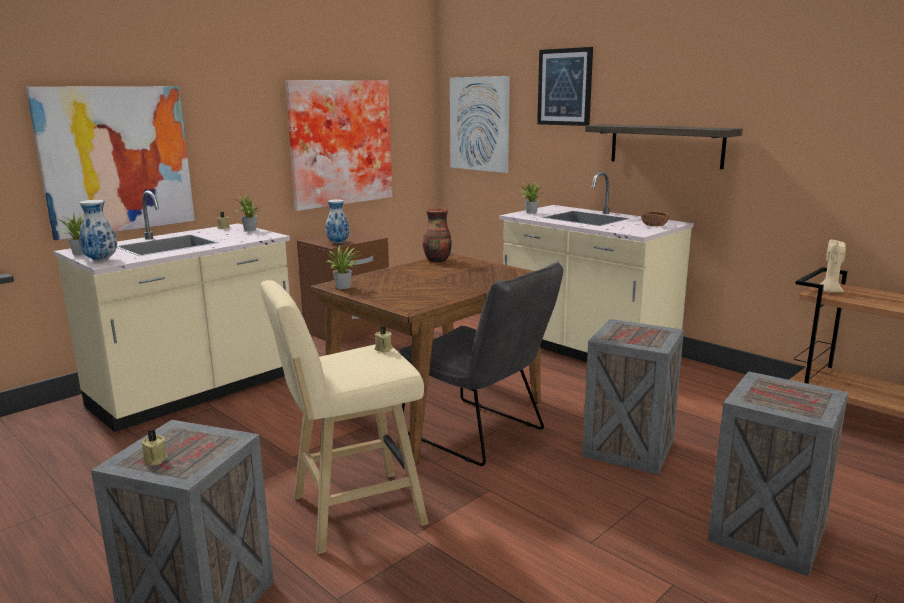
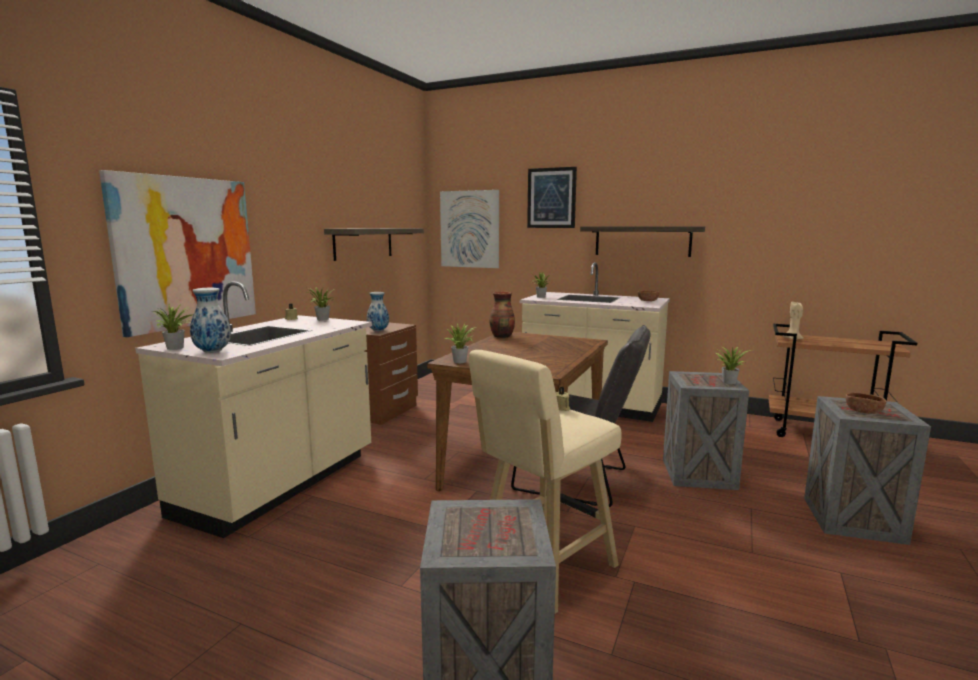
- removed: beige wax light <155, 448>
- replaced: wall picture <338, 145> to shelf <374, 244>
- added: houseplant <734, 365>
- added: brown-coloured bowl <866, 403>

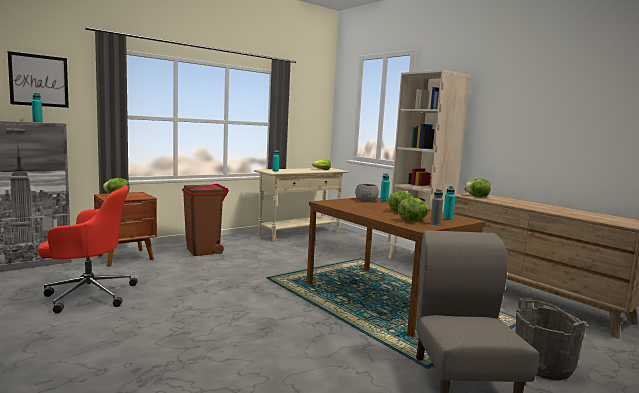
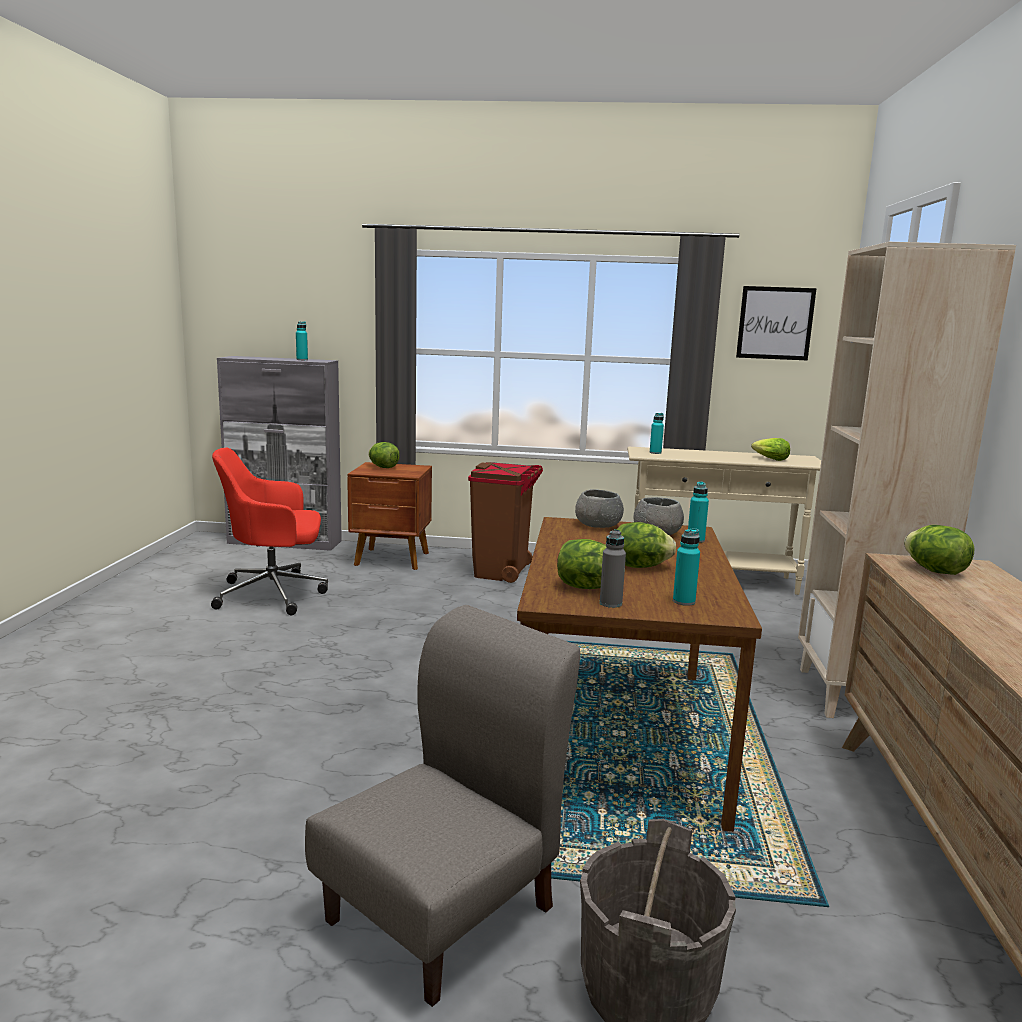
- moved: wall picture <38, 79> to <776, 323>
- turned: red-coloured computer chair <88, 249> = <269, 531> 135 degrees clockwise
- added: grey bowl <599, 508>

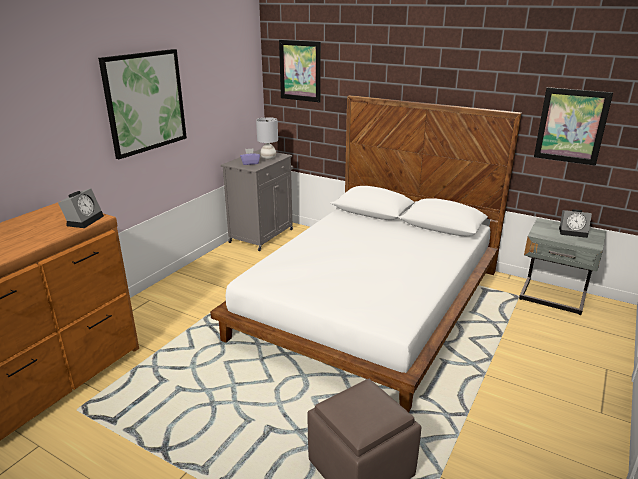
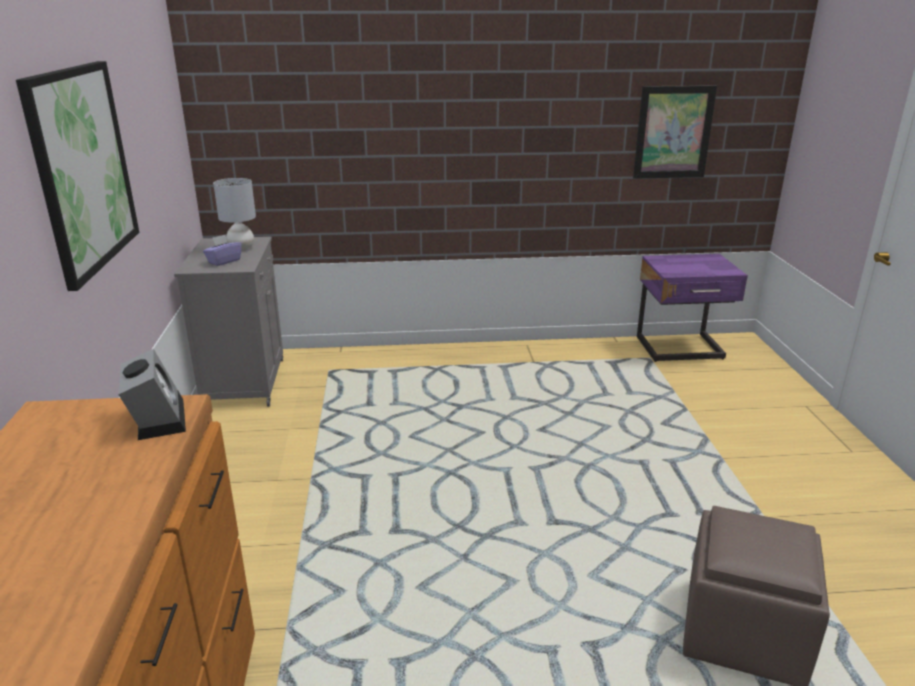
- removed: white bed <366, 253>
- removed: wall picture <300, 71>
- recoloured: grey nightstand <562, 266> to purple nightstand <692, 308>
- removed: alarm clock <575, 223>

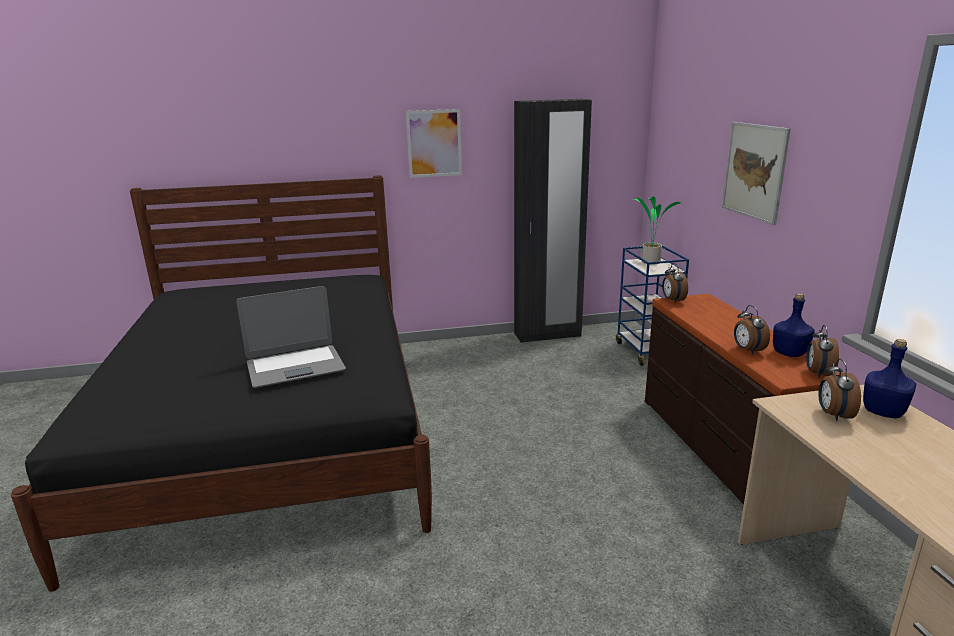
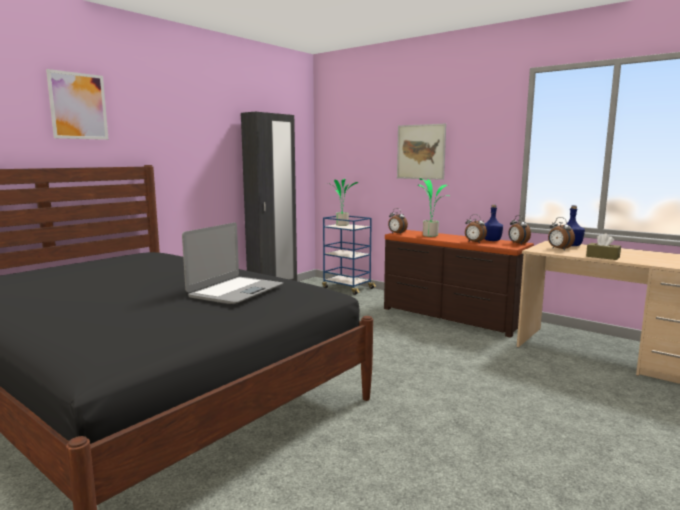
- moved: wall picture <434, 143> to <77, 104>
- added: houseplant <433, 207>
- added: brown-coloured tissue holder <603, 246>

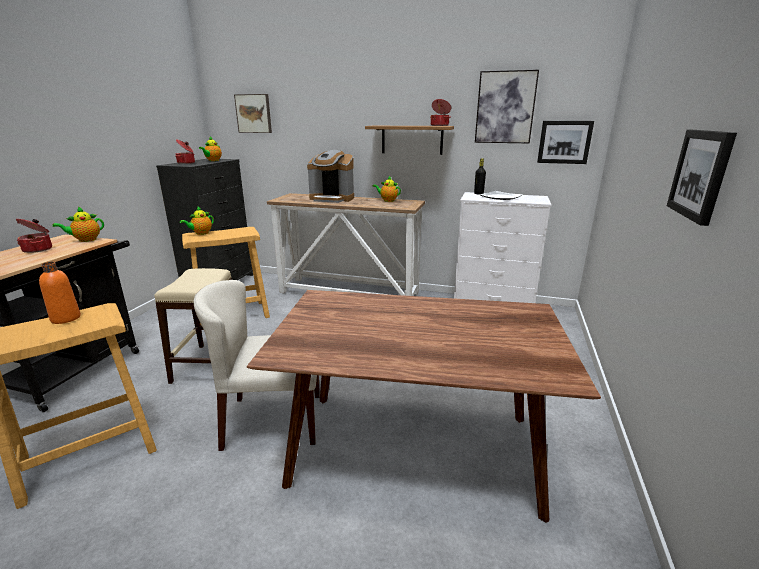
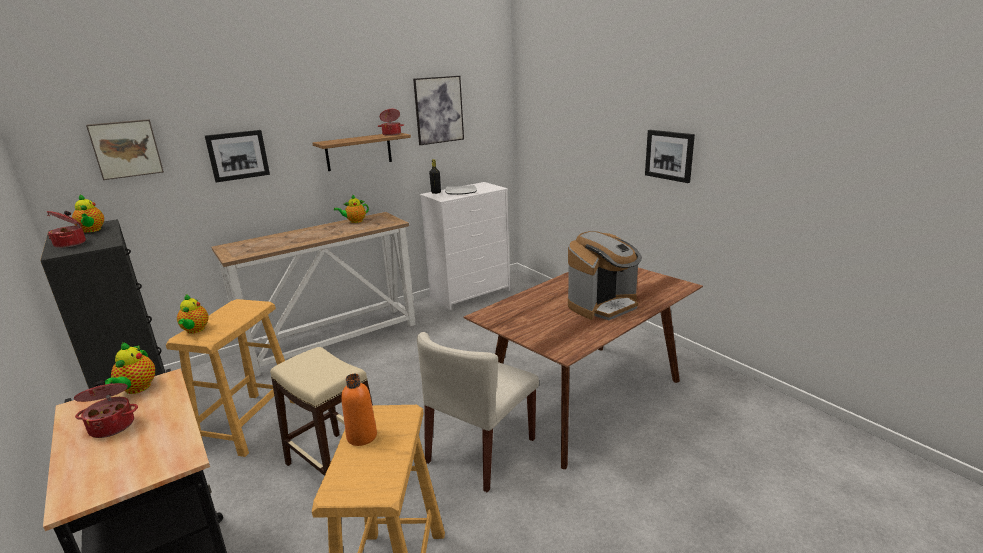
- moved: coffee machine <330, 176> to <605, 275>
- moved: wall picture <565, 142> to <237, 156>

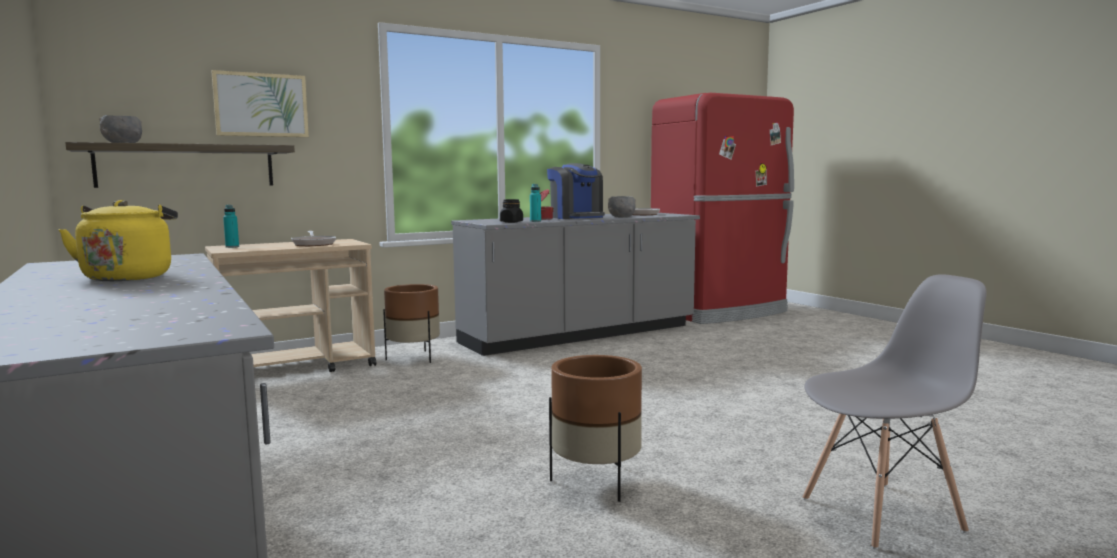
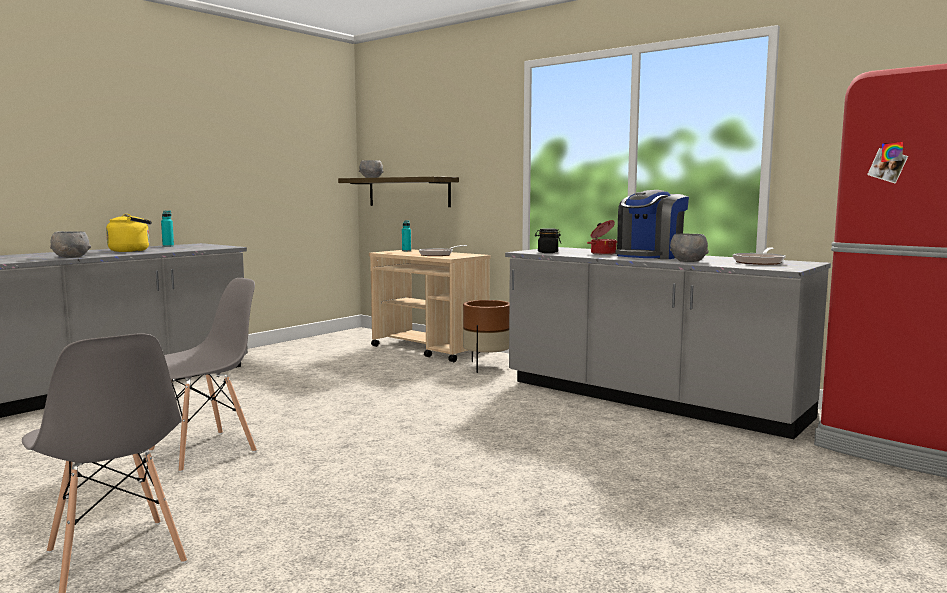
- removed: wall picture <260, 103>
- moved: turquoise-coloured drink bottle <535, 203> to <167, 228>
- replaced: brown-coloured plant pot <595, 428> to grey plain chair <203, 375>
- added: grey bowl <70, 244>

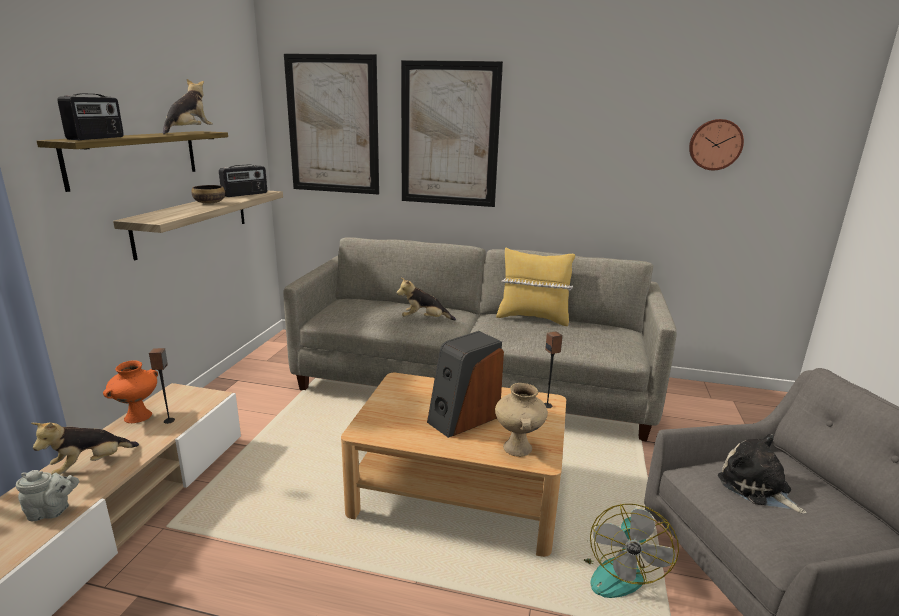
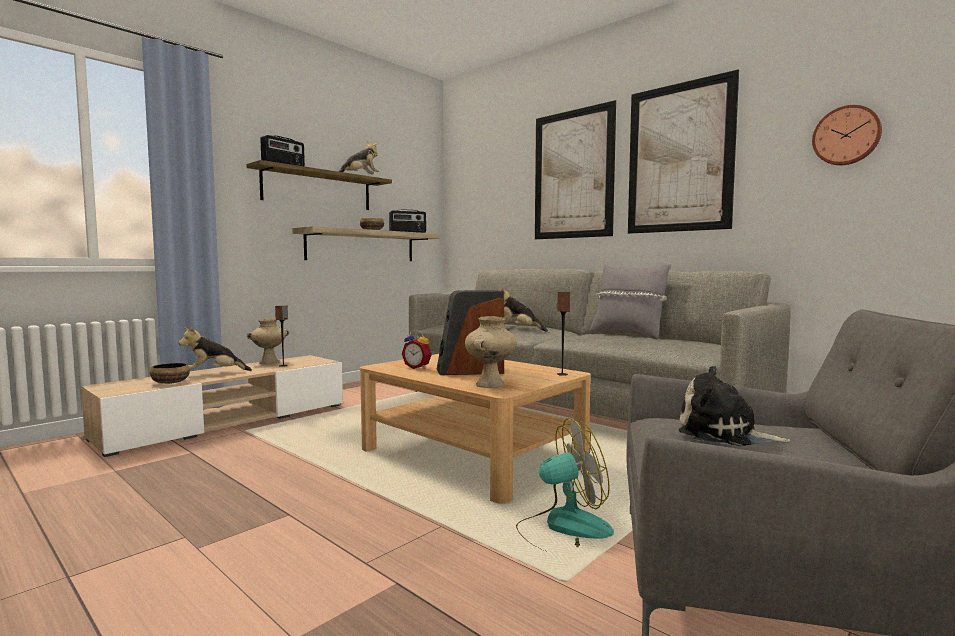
- replaced: grey tea pot <47, 495> to bowl <170, 373>
- recoloured: orange flower vase <130, 391> to beige flower vase <268, 341>
- moved: wall picture <331, 124> to <683, 151>
- recoloured: yellow-coloured pillow <535, 287> to grey pillow <630, 301>
- turned: electric fan <631, 551> = <565, 484> 150 degrees counterclockwise
- turned: plush toy <762, 474> = <734, 406> 60 degrees counterclockwise
- added: alarm clock <417, 349>

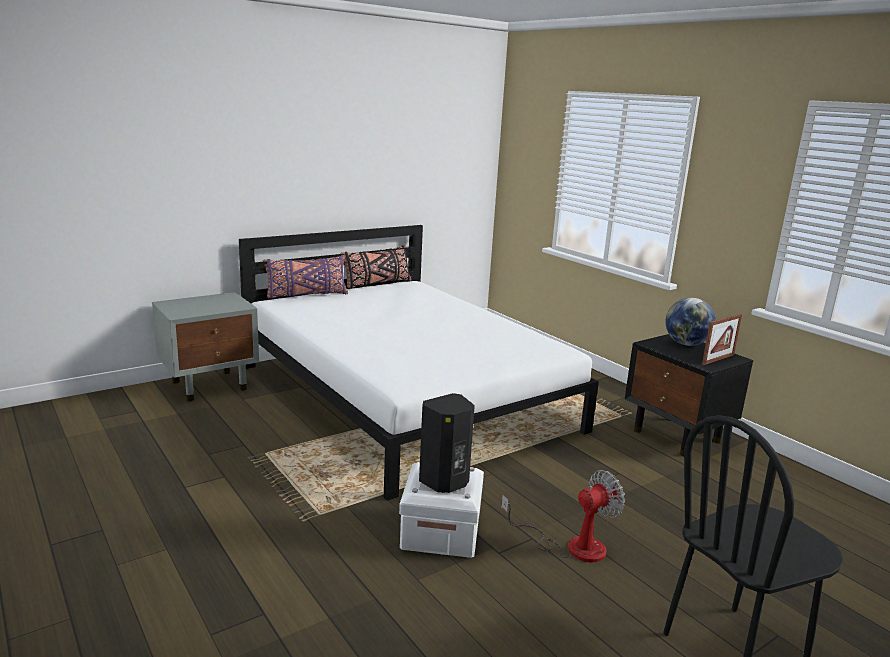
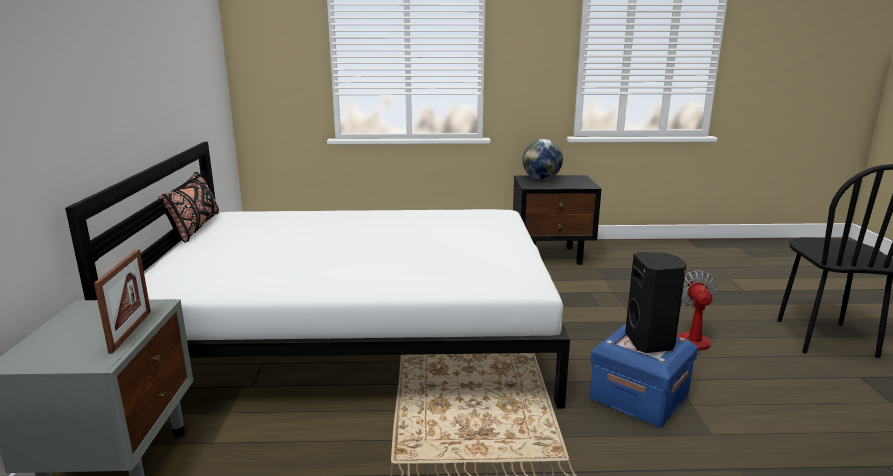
- removed: purple pillow <305, 277>
- recoloured: white storage box <441, 510> to blue-coloured storage box <644, 375>
- moved: picture frame <722, 339> to <122, 301>

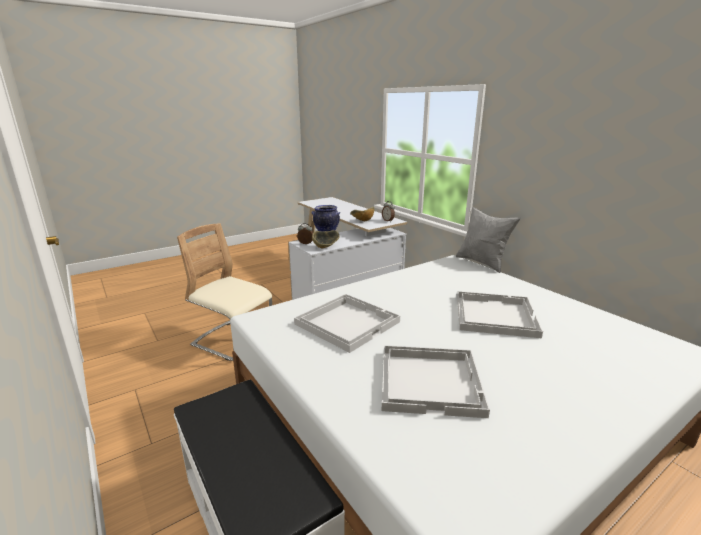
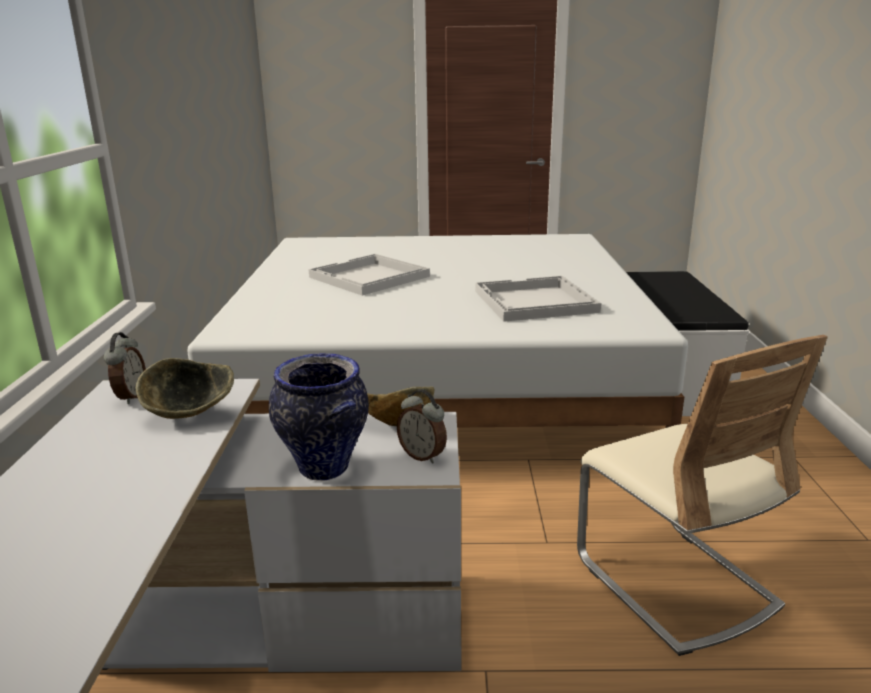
- removed: white tray <436, 381>
- removed: grey pillow <488, 240>

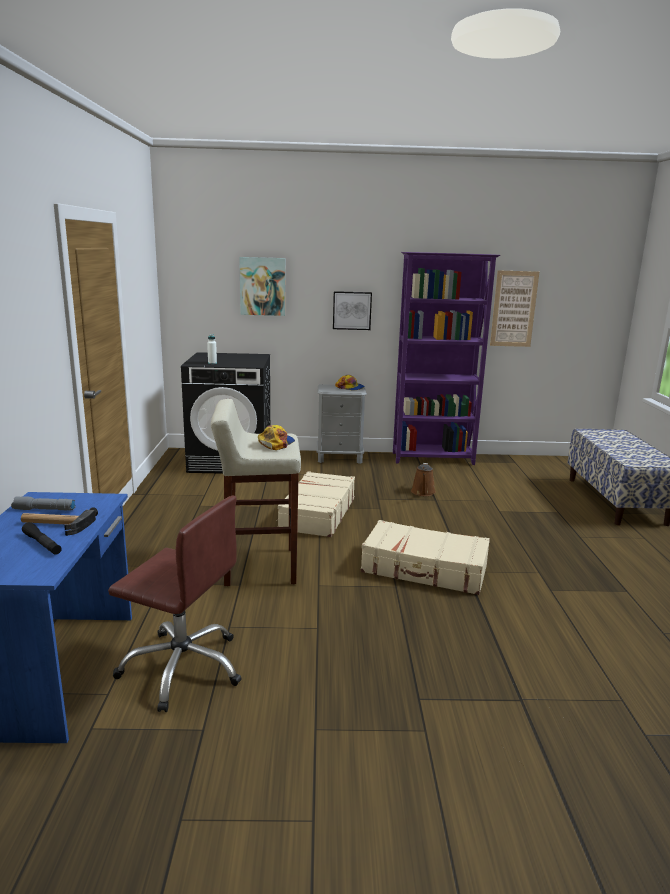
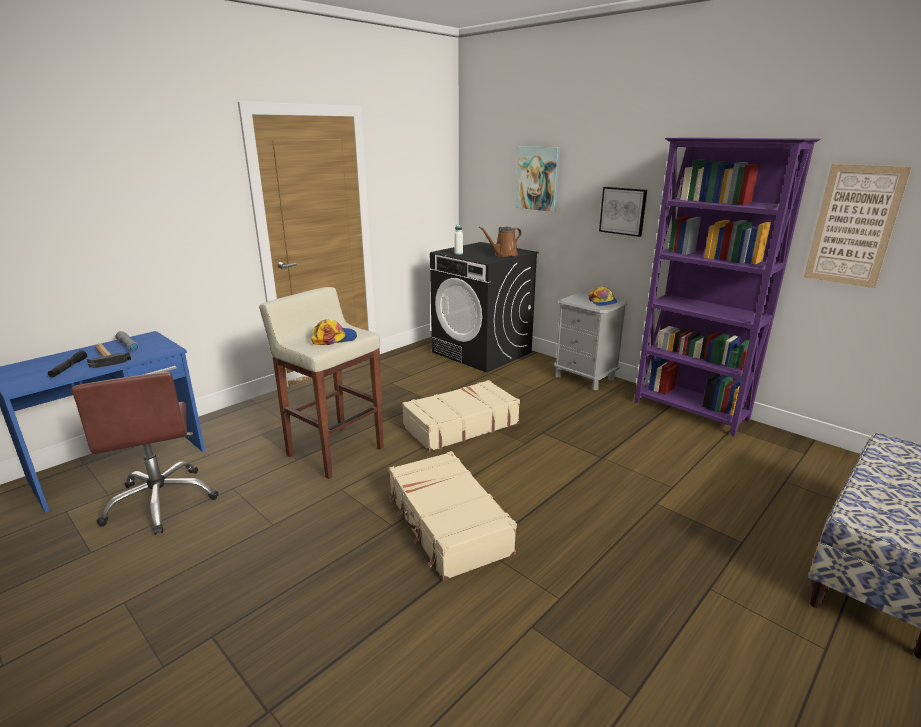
- moved: brown-coloured watering pot <423, 479> to <500, 242>

